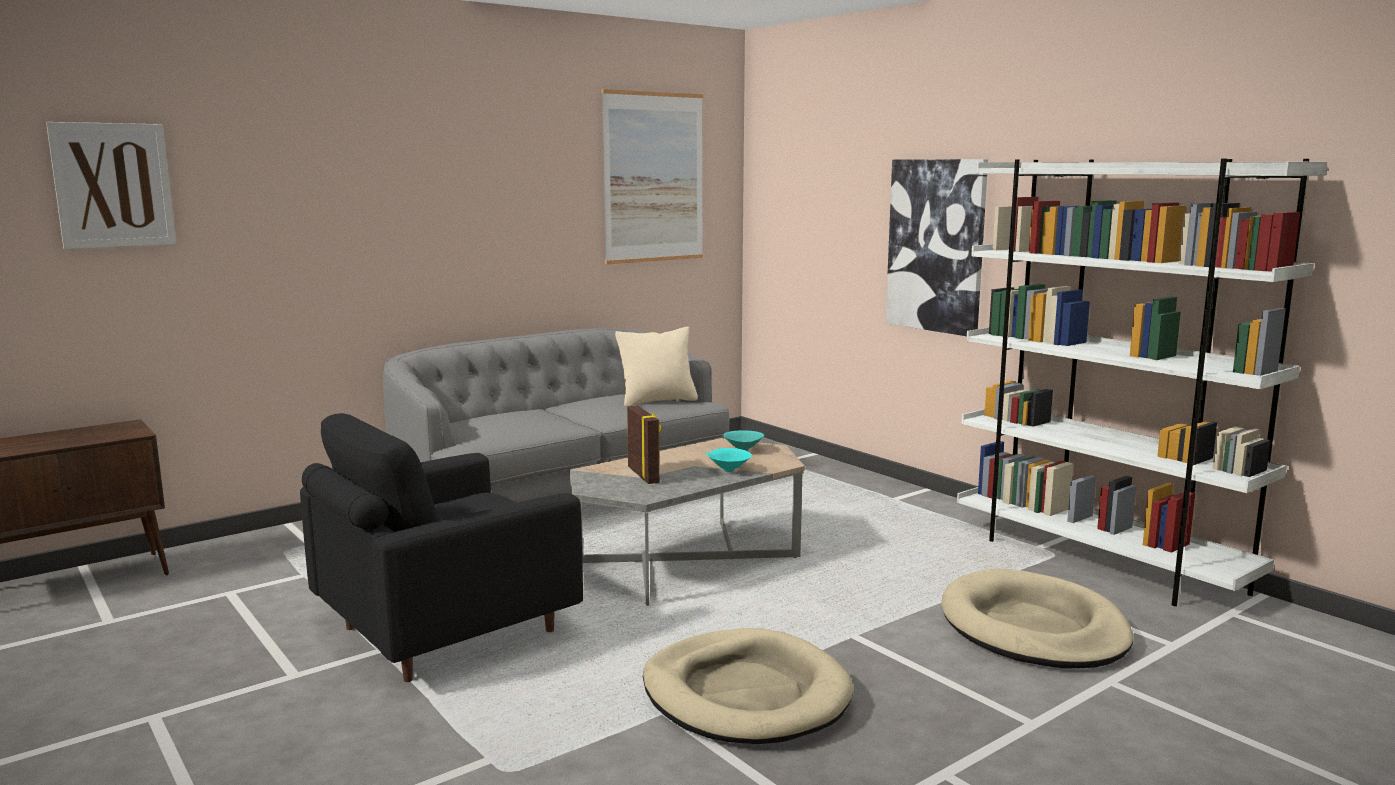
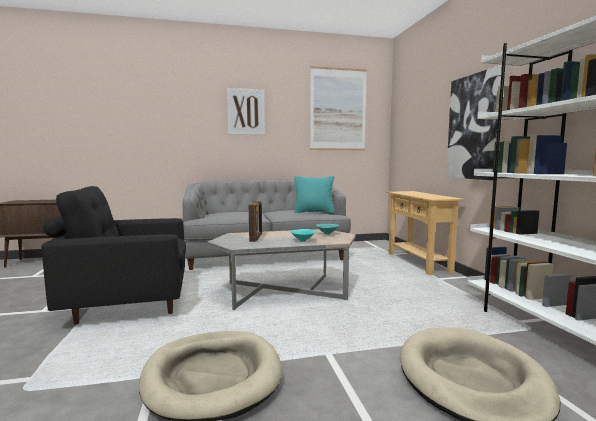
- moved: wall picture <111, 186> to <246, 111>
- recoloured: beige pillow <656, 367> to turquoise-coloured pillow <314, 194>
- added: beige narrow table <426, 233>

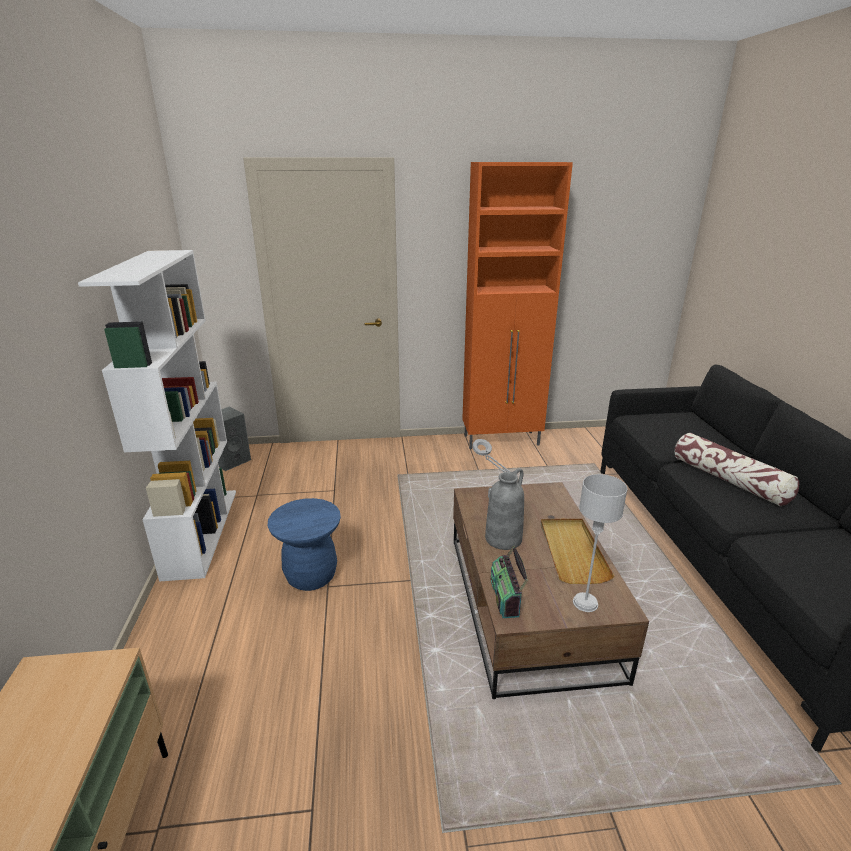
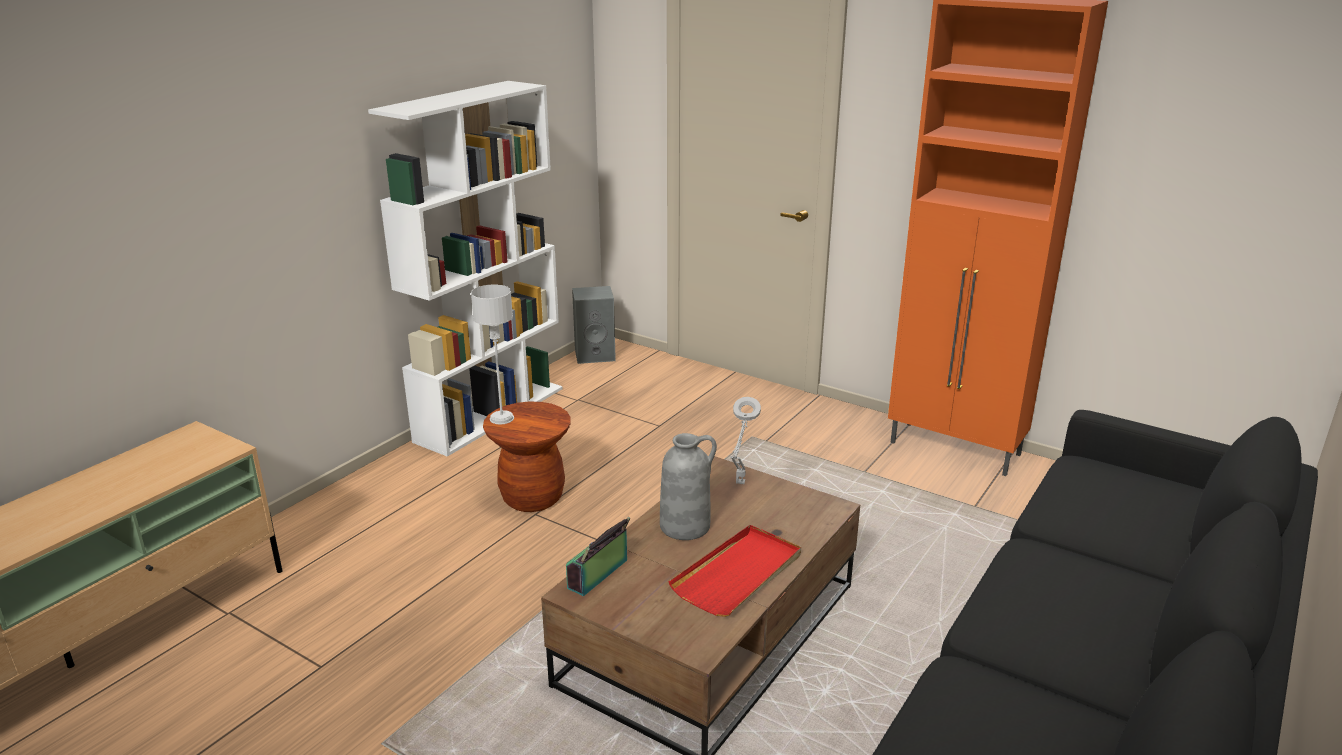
- recoloured: blue-coloured stool <304, 544> to brown-coloured stool <527, 457>
- recoloured: beige tray <577, 551> to red-coloured tray <734, 571>
- moved: grey lamp for a table <600, 543> to <492, 354>
- removed: pillow <737, 469>

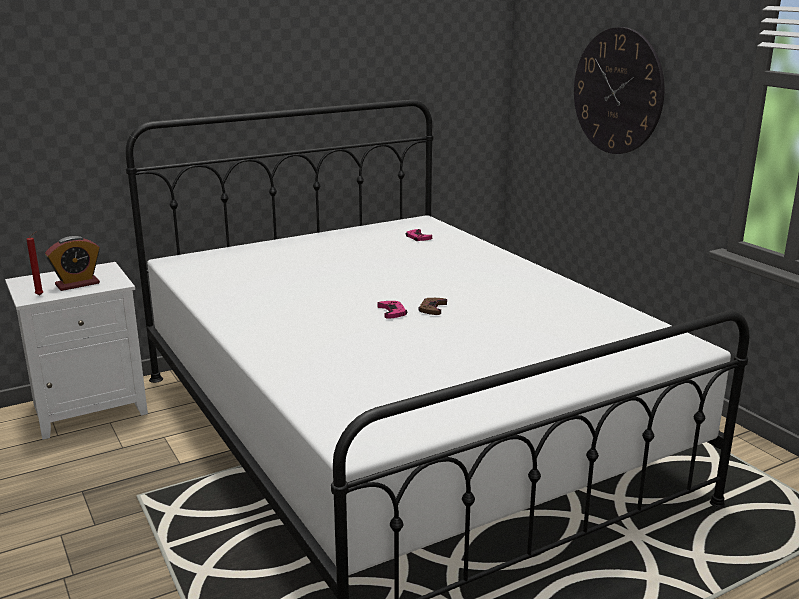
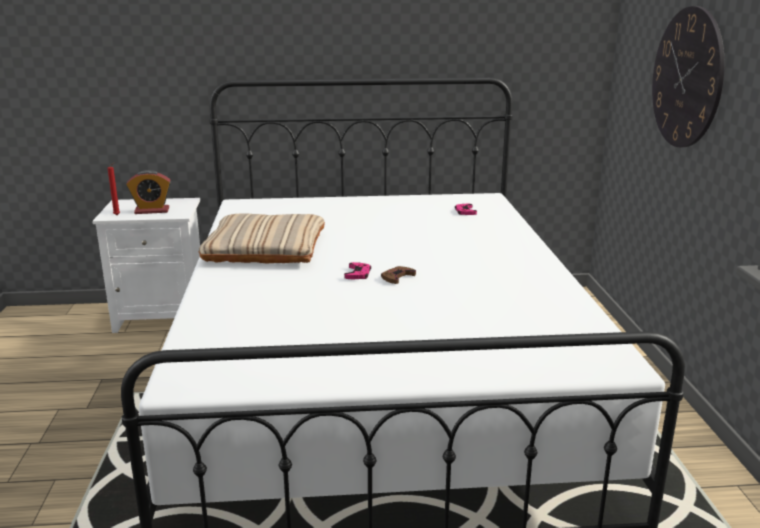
- added: beige pillow <262, 238>

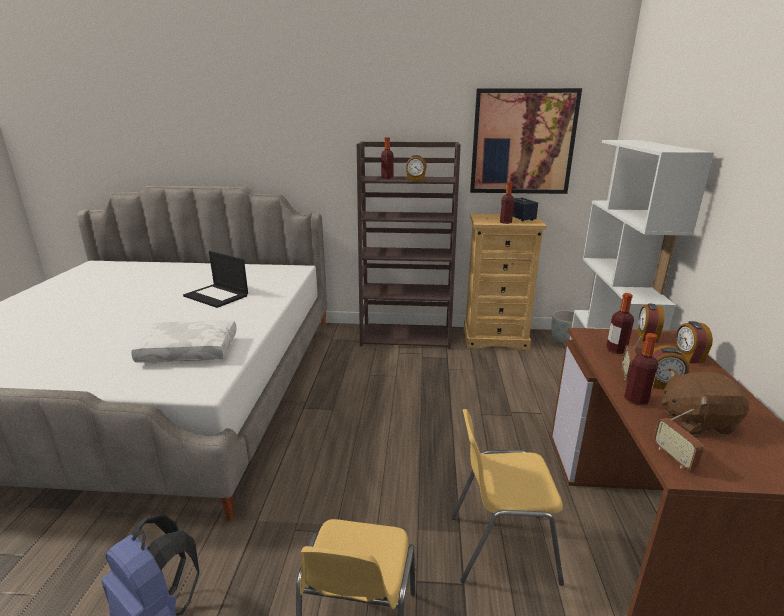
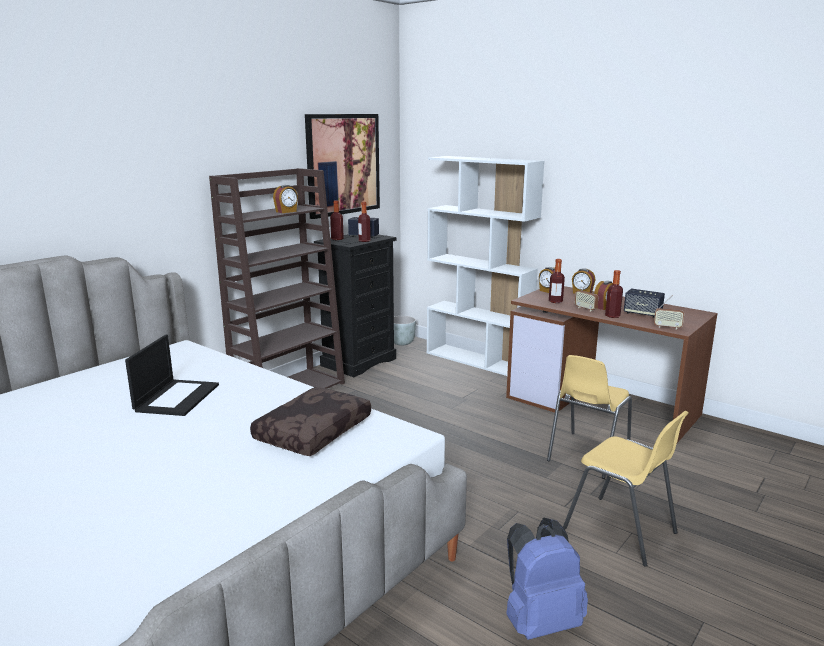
- recoloured: white pillow <184, 341> to brown-coloured pillow <310, 421>
- turned: laptop <215, 279> = <172, 375> 60 degrees counterclockwise
- moved: drink bottle <387, 158> to <337, 220>
- recoloured: beige chest of drawers <505, 282> to black-coloured chest of drawers <355, 305>
- replaced: brown-coloured plush toy <705, 402> to speaker <644, 303>

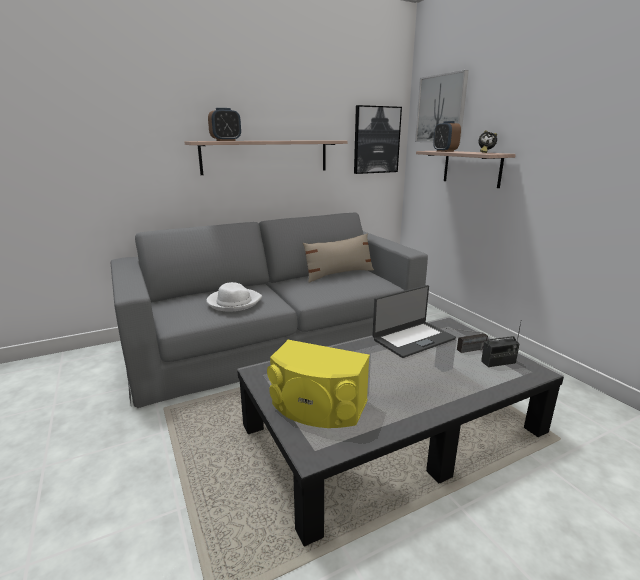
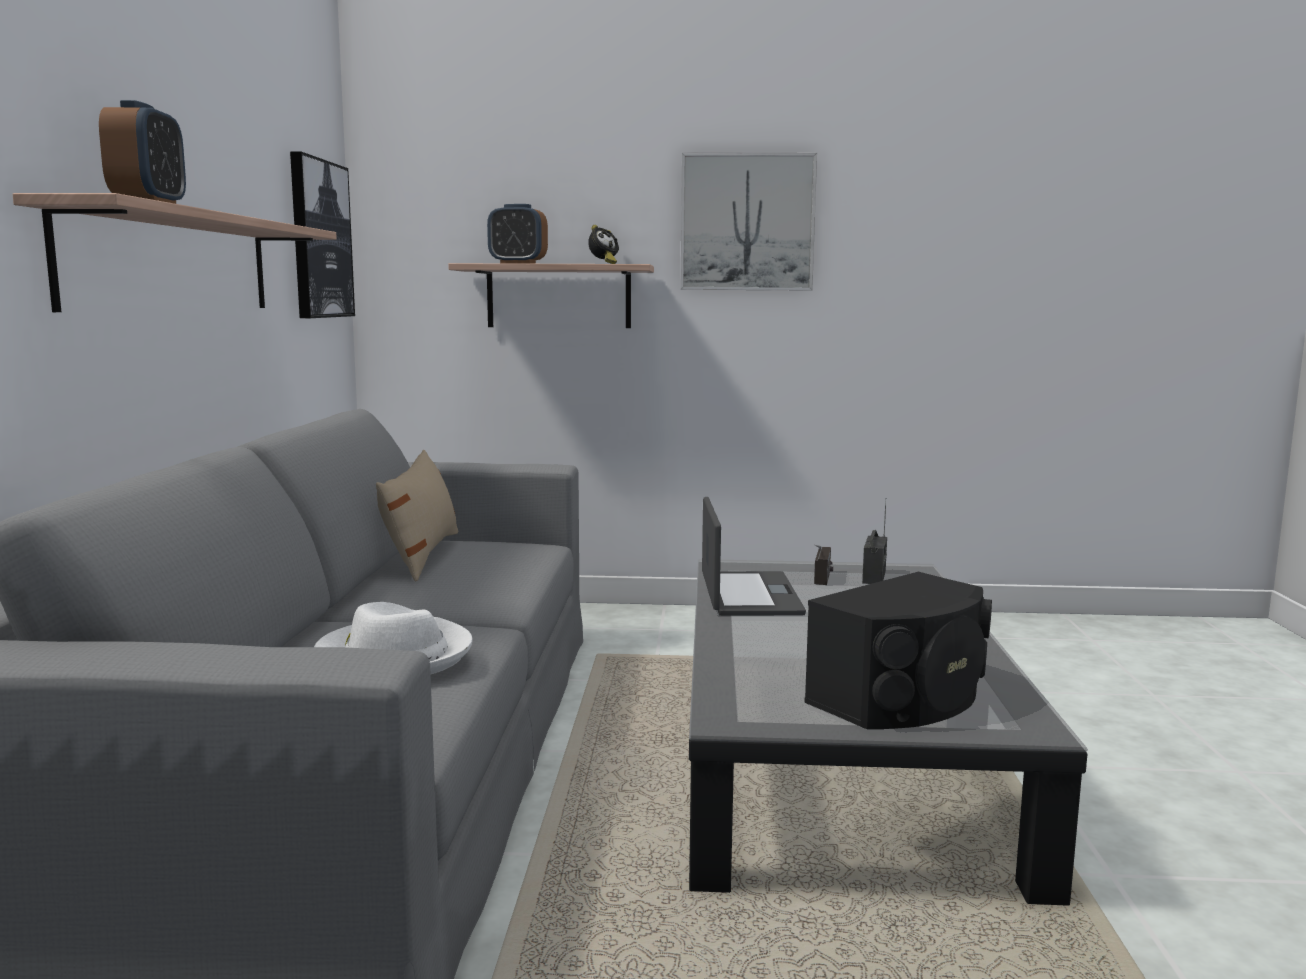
- recoloured: yellow-coloured speaker <318, 384> to black-coloured speaker <898, 650>
- moved: wall picture <442, 106> to <748, 222>

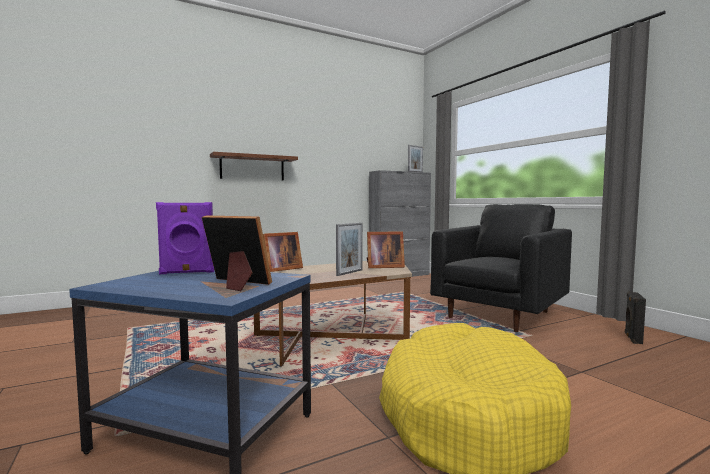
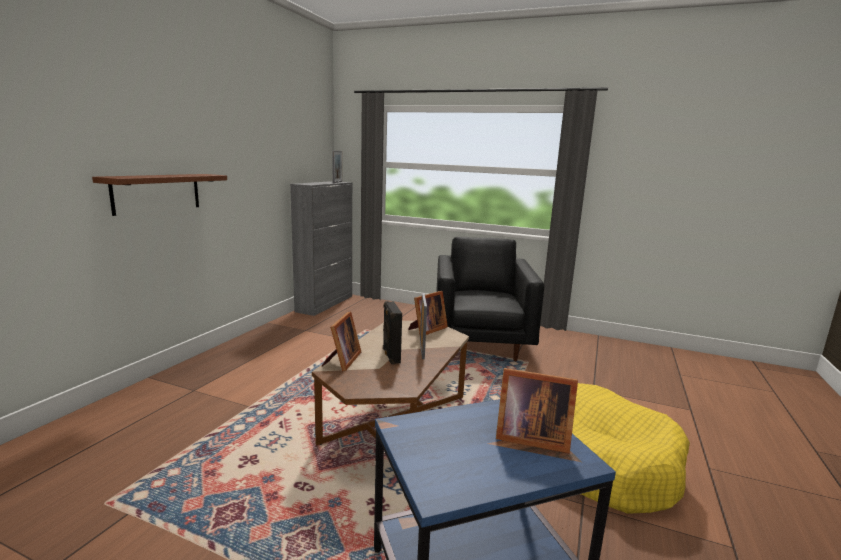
- removed: purple speaker <185, 238>
- turned: picture frame <237, 253> = <537, 411> 150 degrees counterclockwise
- moved: black-coloured speaker <635, 317> to <392, 333>

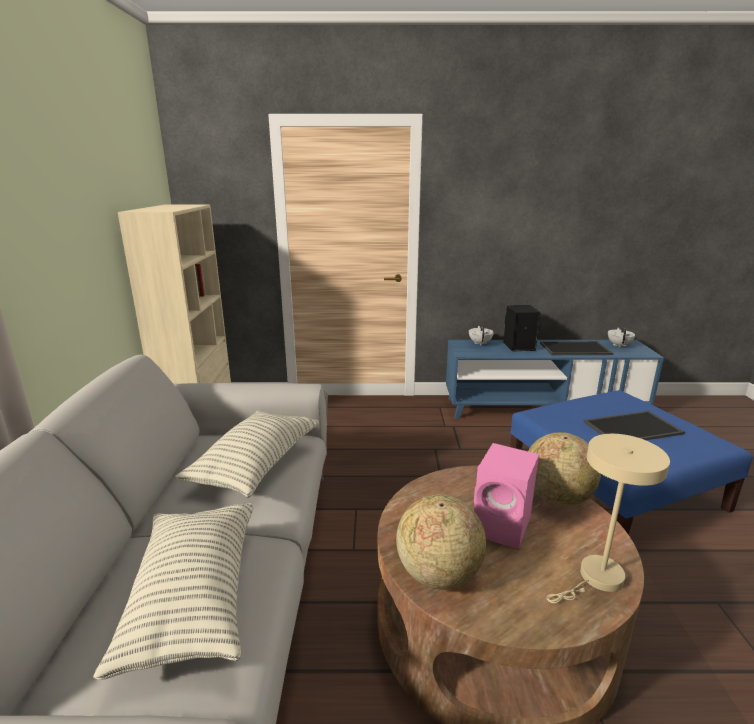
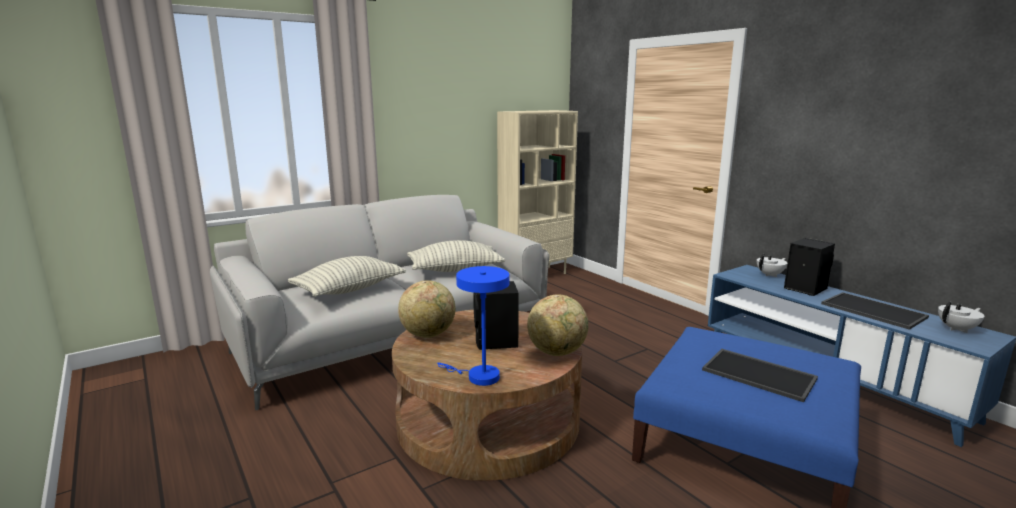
- recoloured: pink speaker <506, 495> to black-coloured speaker <496, 315>
- recoloured: beige lamp for a table <608, 519> to blue-coloured lamp for a table <473, 326>

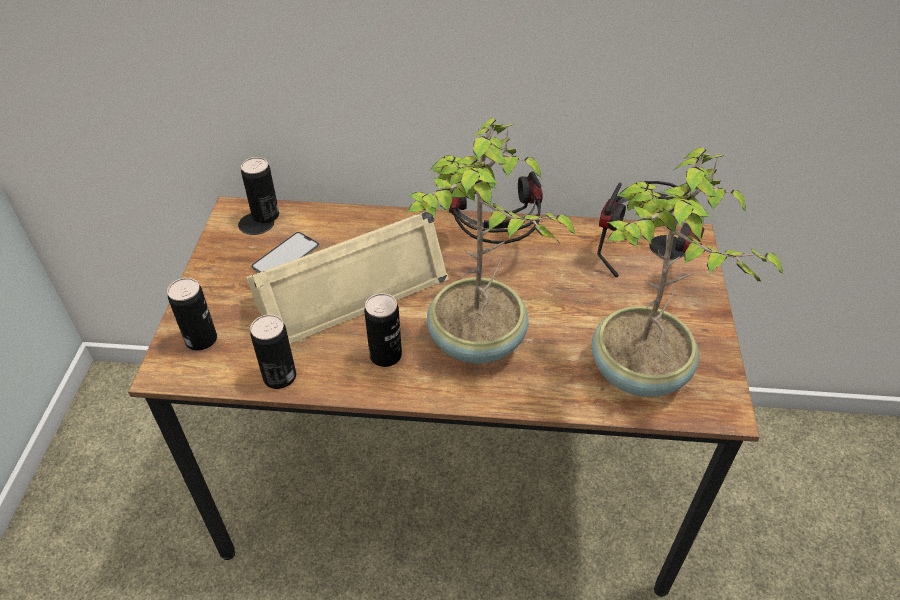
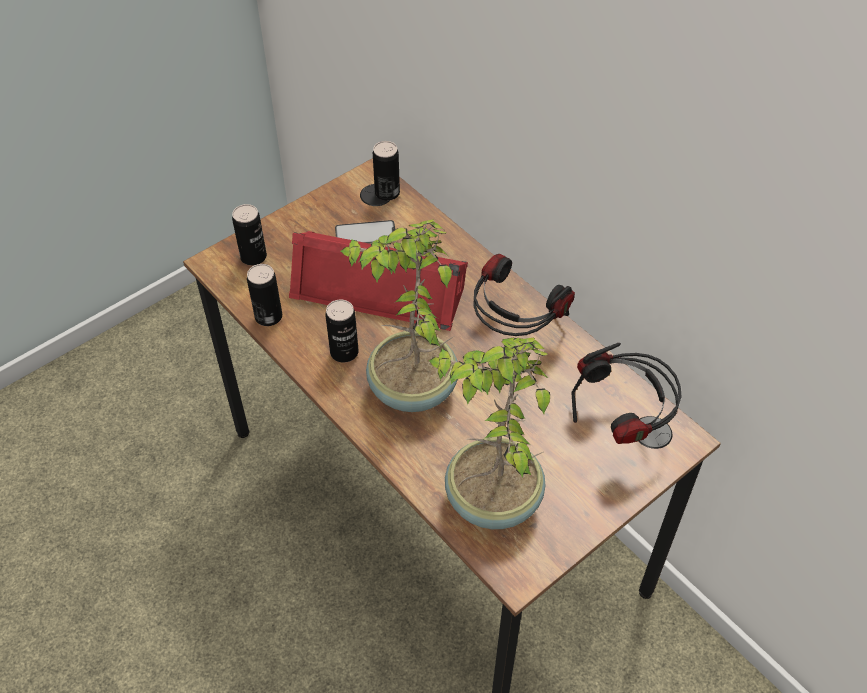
- recoloured: beige speaker <347, 278> to red-coloured speaker <378, 281>

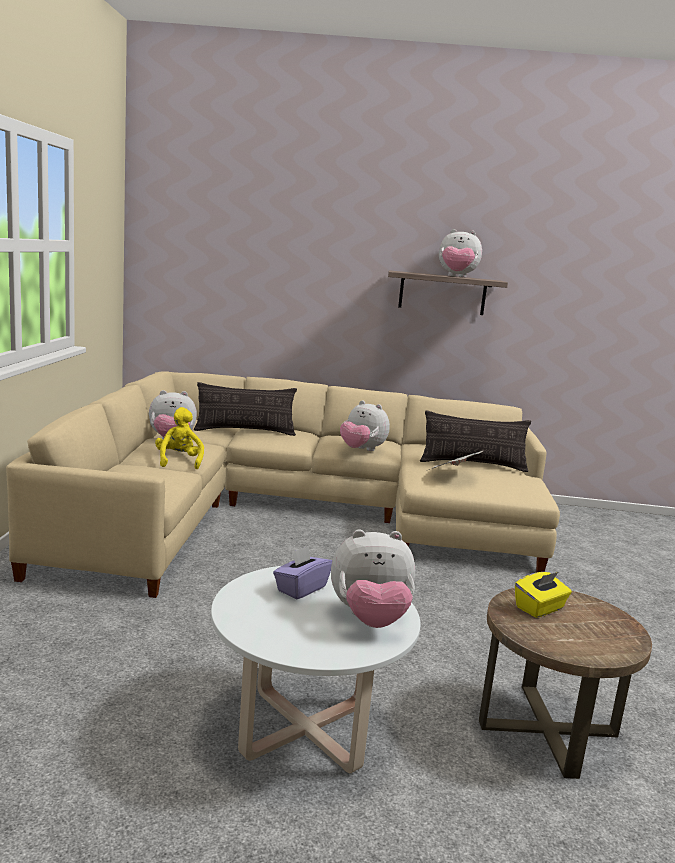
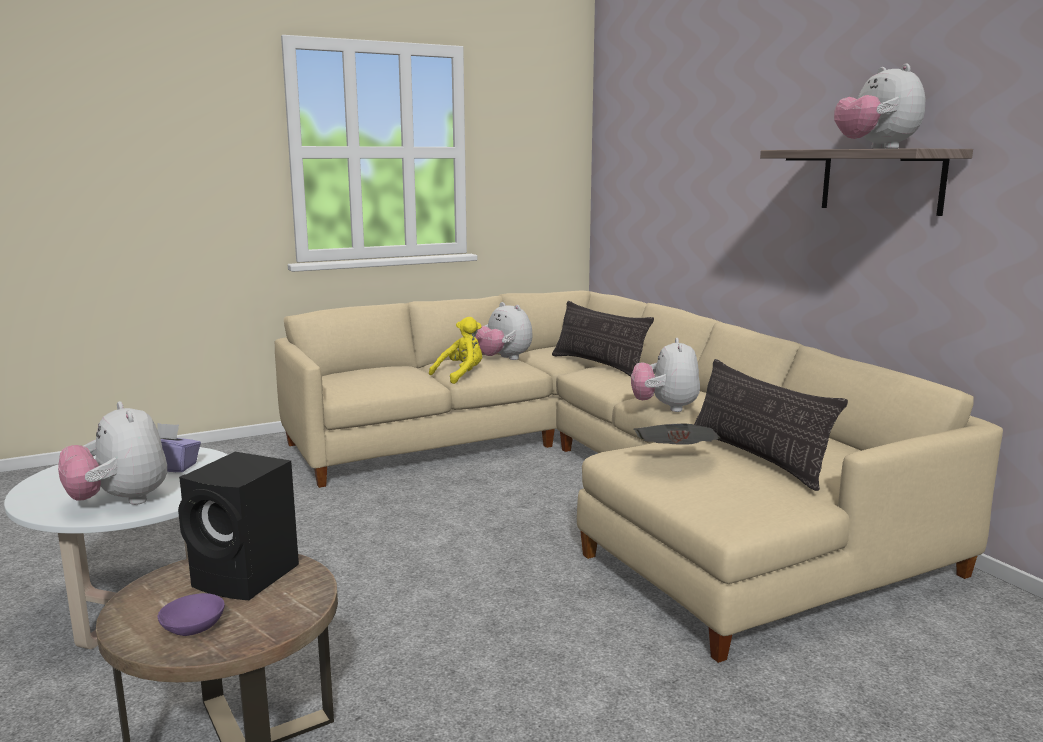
- replaced: yellow-coloured tissue holder <543, 595> to black-coloured speaker <238, 526>
- added: purple bowl <191, 614>

